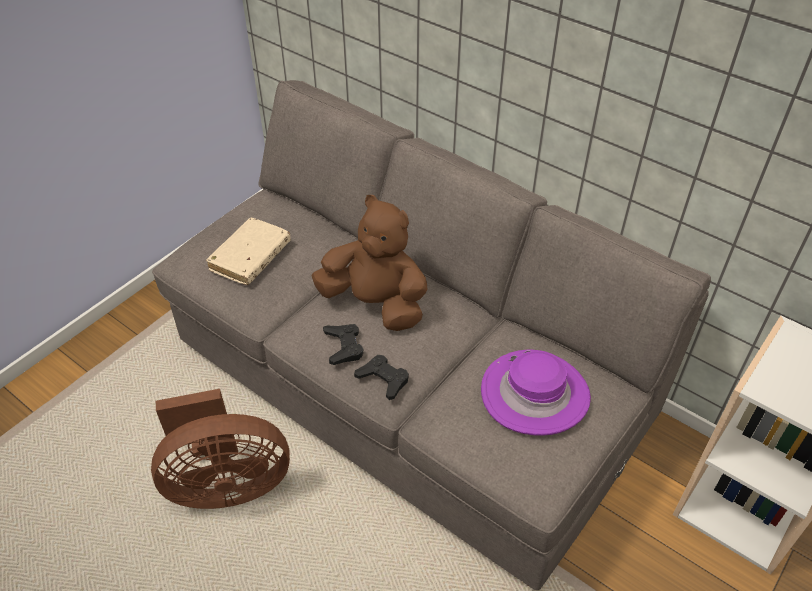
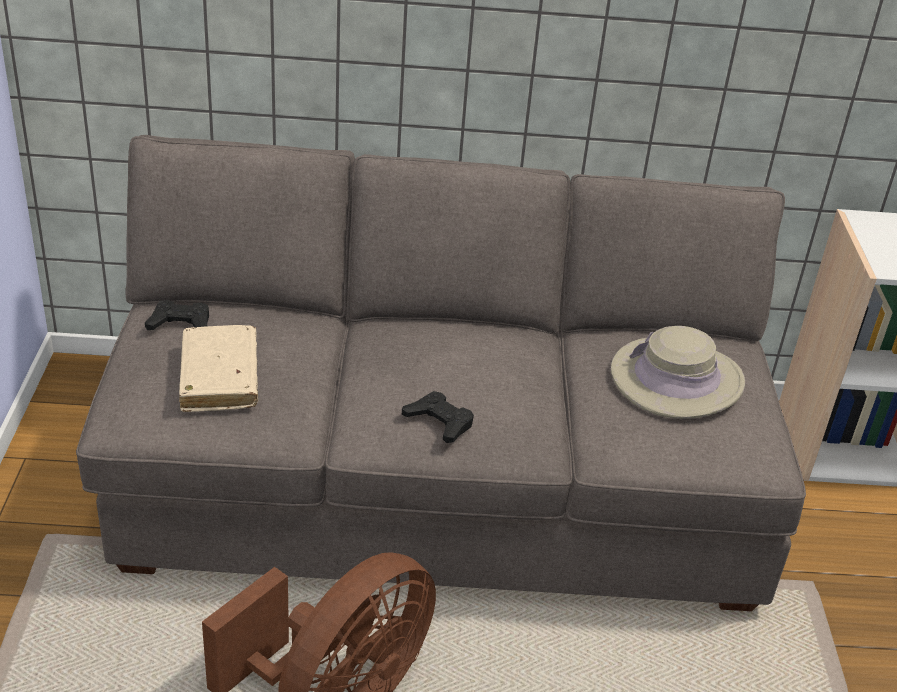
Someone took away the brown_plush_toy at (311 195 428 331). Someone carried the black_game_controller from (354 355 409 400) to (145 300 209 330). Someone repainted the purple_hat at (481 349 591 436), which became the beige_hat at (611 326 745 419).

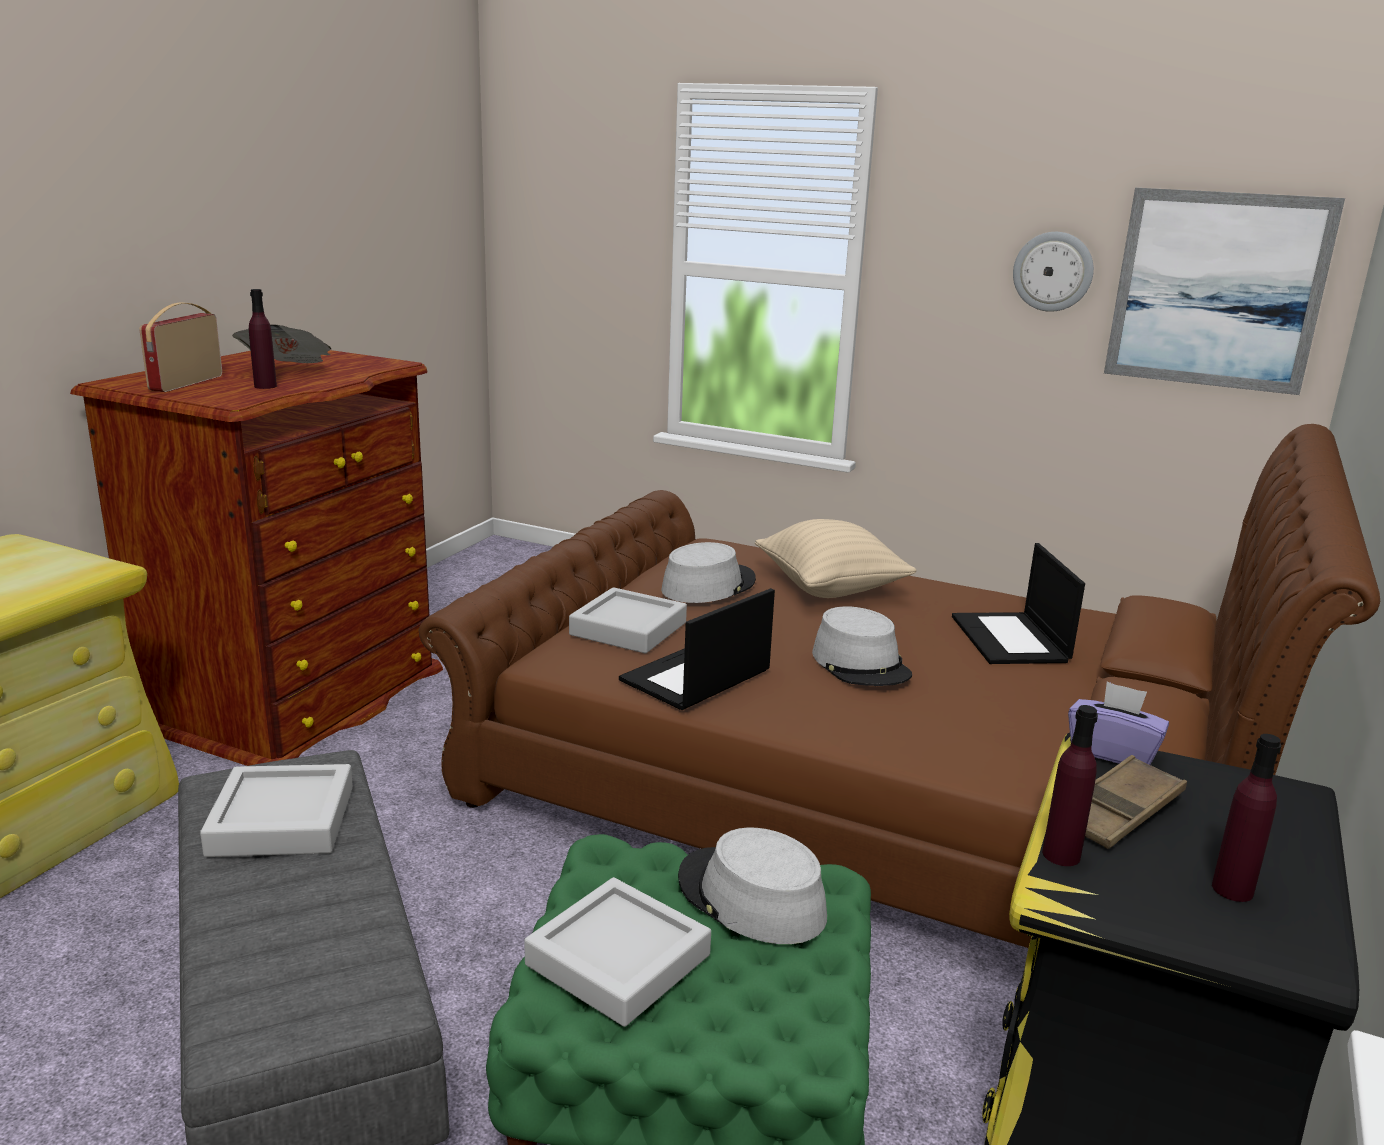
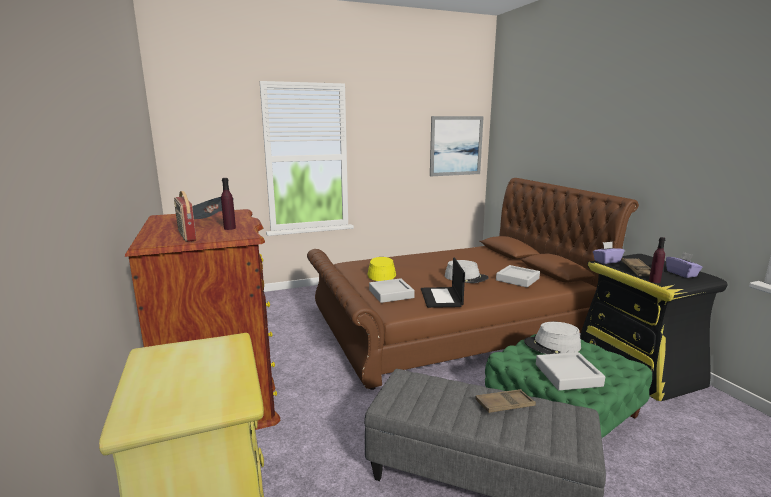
Someone carried the grey_tray from (200 764 353 857) to (496 265 540 287). Someone repainted the grey_hat at (661 542 756 603), which became the yellow_hat at (367 257 396 281). Someone took away the beige_pillow at (755 519 917 598). Someone took away the laptop at (952 543 1085 664). Someone took away the wall_clock at (1013 232 1094 312). Someone swapped the purple_bottle at (1212 734 1281 902) for the purple_tissue_box at (666 252 703 278). Someone put down the brown_tray at (475 389 536 413).

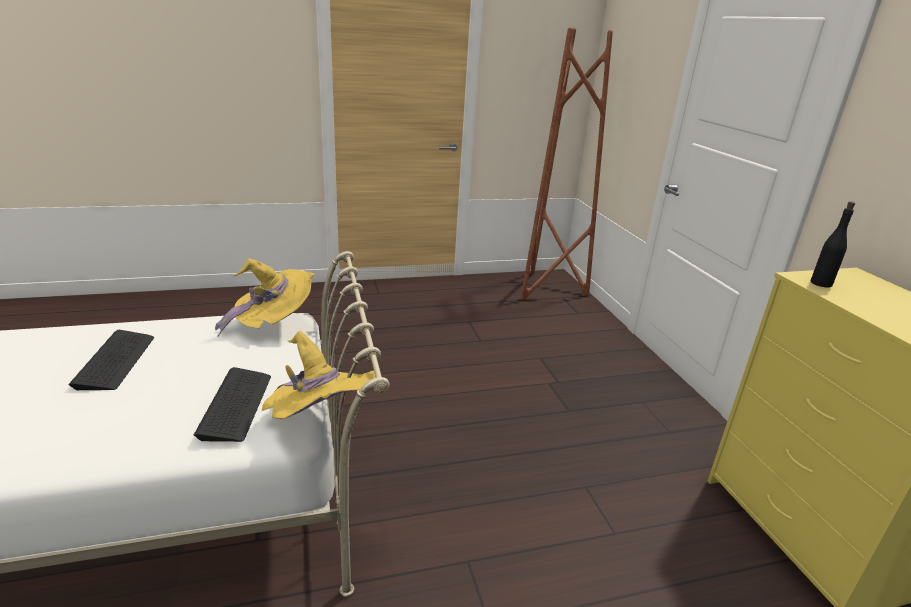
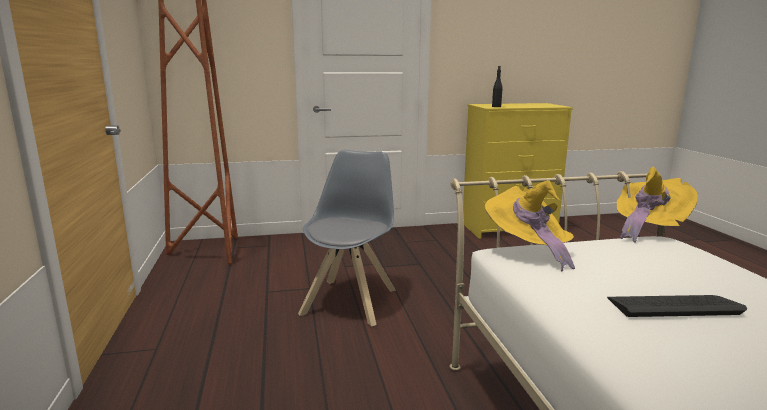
Someone took away the keyboard at (194 367 271 442). Someone put down the grey_chair at (298 150 396 327).

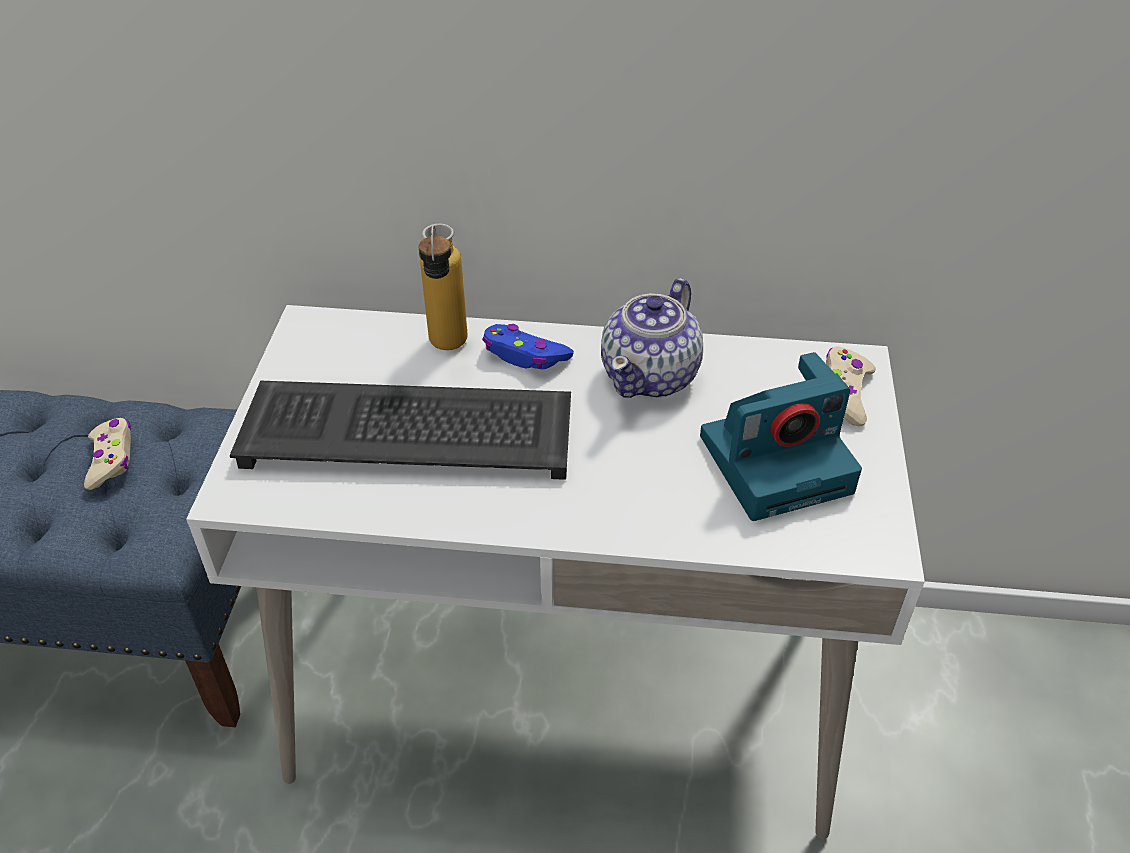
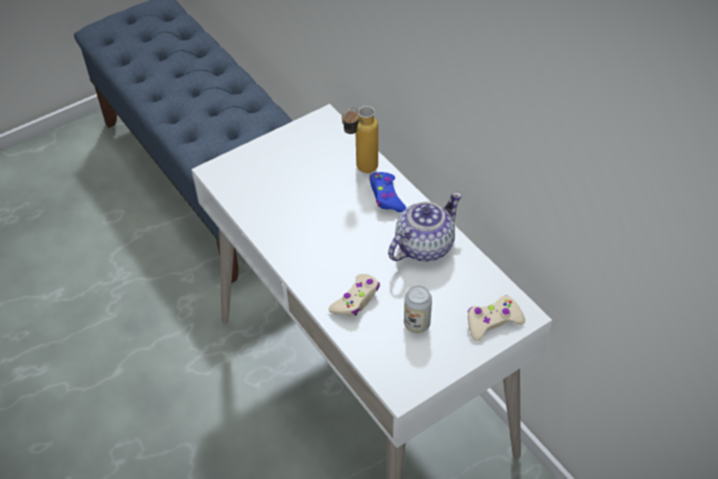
Someone carried the beige_game_controller from (84 418 131 490) to (329 274 380 316). Someone took away the keyboard at (230 381 571 480). Someone rotated the teapot at (601 278 703 398) by 150 degrees clockwise. Someone swapped the photo_camera at (700 352 862 521) for the can at (404 286 432 333).

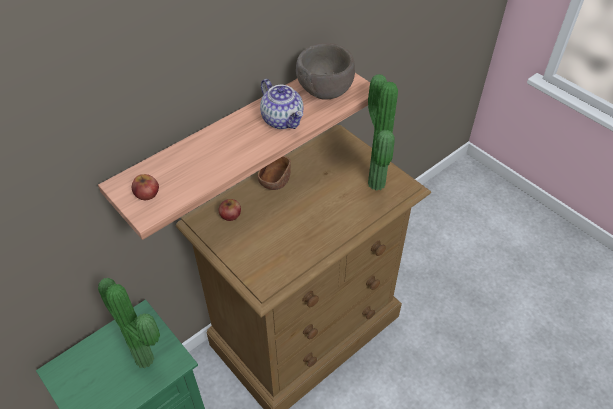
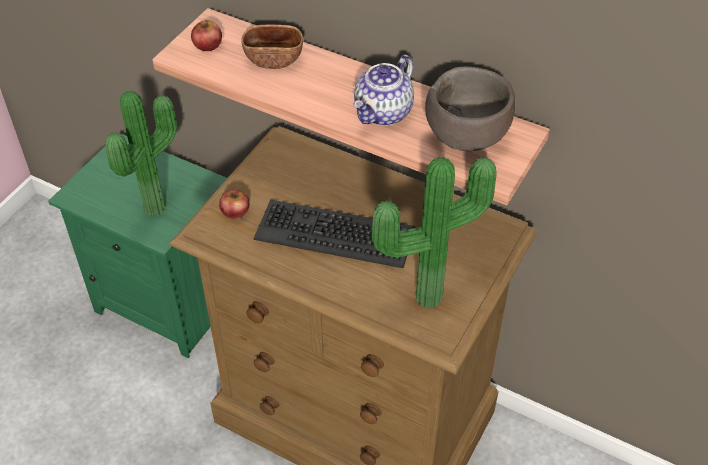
Someone carried the apple from (219 199 241 221) to (219 189 250 219). Someone carried the brown_bowl from (258 156 291 190) to (241 25 303 69). Someone put down the keyboard at (253 199 415 268).

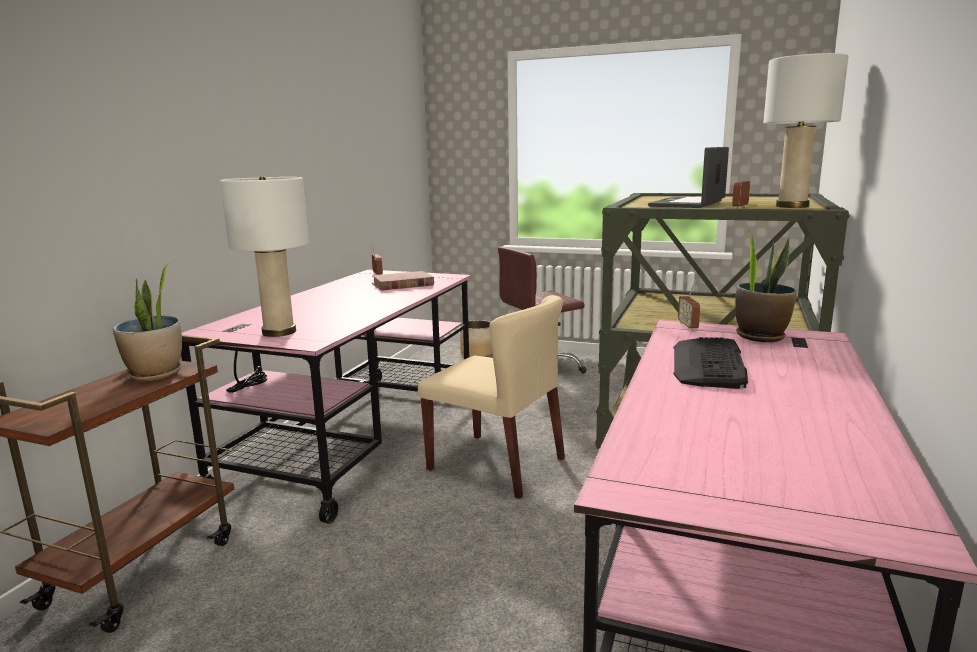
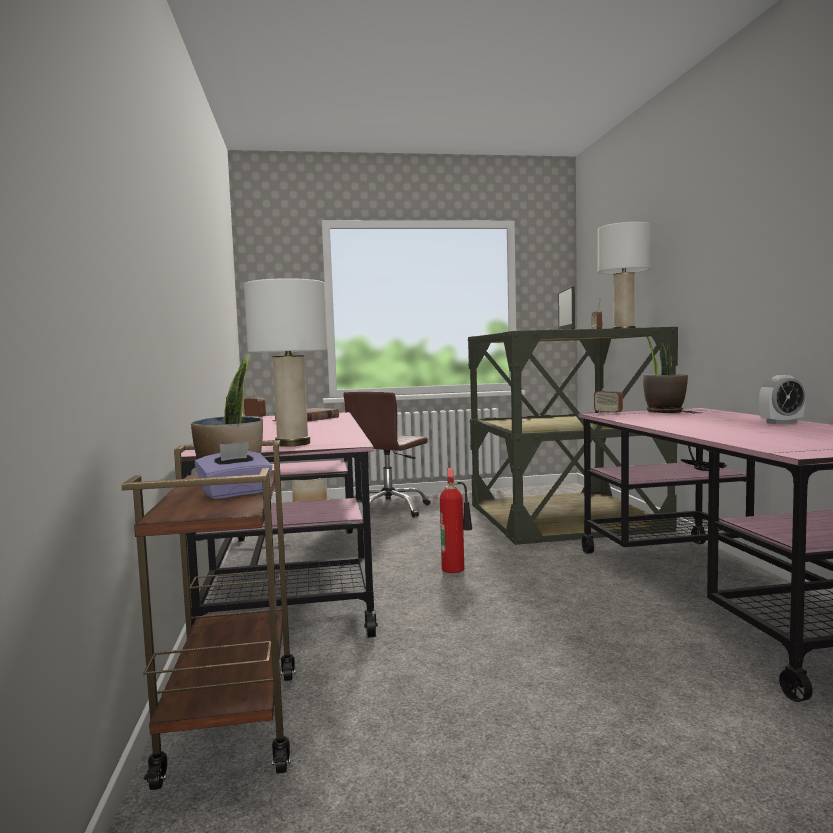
Someone swapped the beige_chair at (418 295 565 499) for the fire_extinguisher at (440 468 472 573). Someone took away the keyboard at (673 337 748 389). Someone put down the purple_tissue_box at (195 442 272 499). Someone put down the alarm_clock at (759 375 806 424).

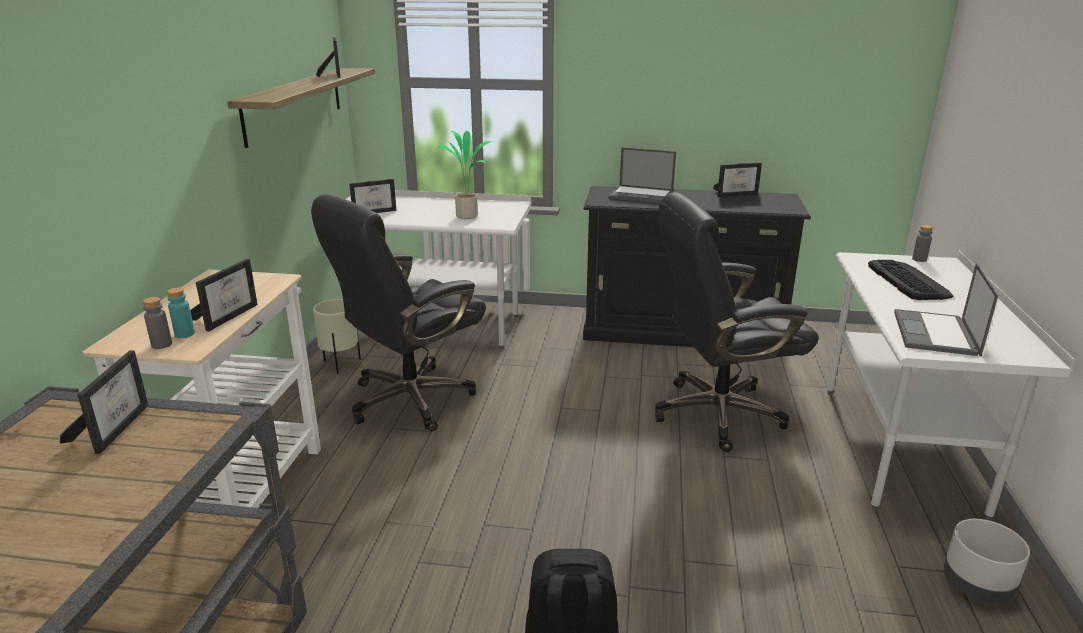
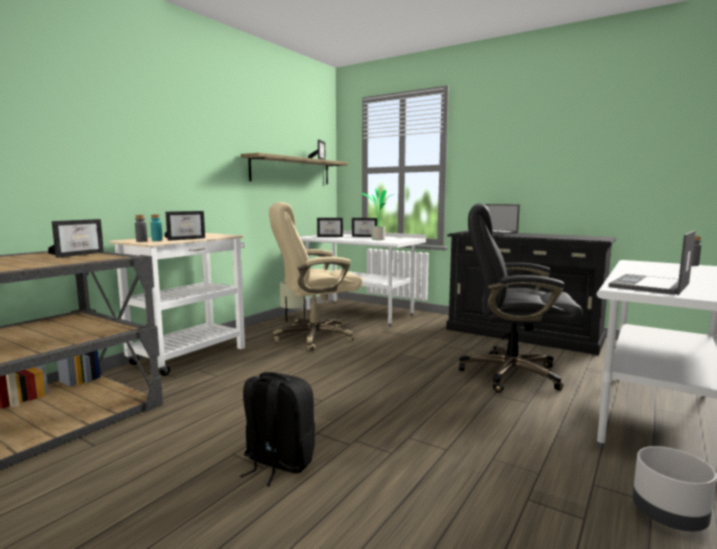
Someone repainted the black_office_chair at (311 194 486 431), which became the beige_office_chair at (269 202 363 351). Someone carried the picture_frame from (713 162 762 197) to (352 218 377 237). Someone took away the keyboard at (868 260 954 300).

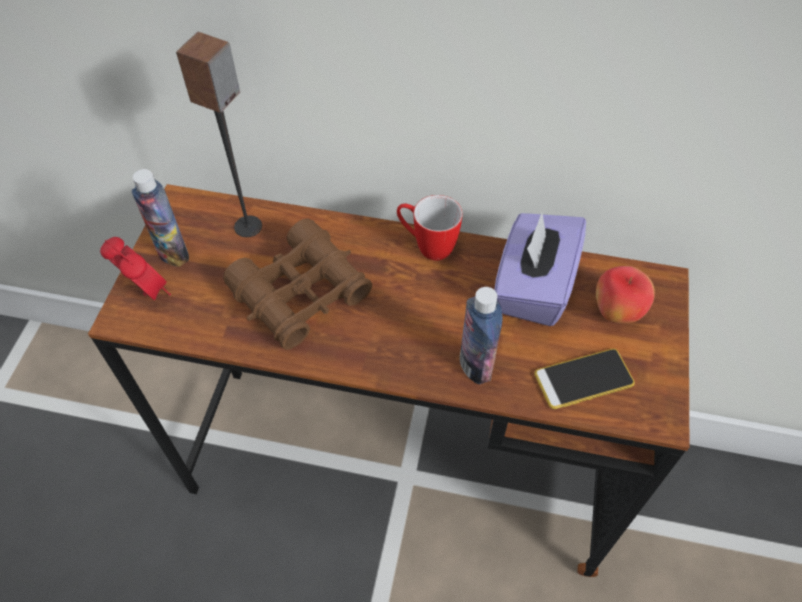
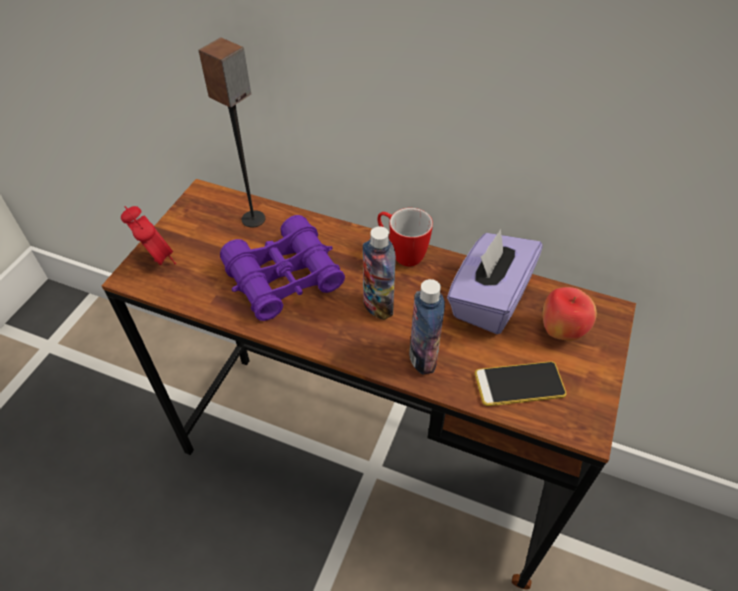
Someone carried the bottle from (132 169 189 267) to (363 226 396 320). Someone repainted the brown_binoculars at (223 218 372 350), which became the purple_binoculars at (220 215 345 321).

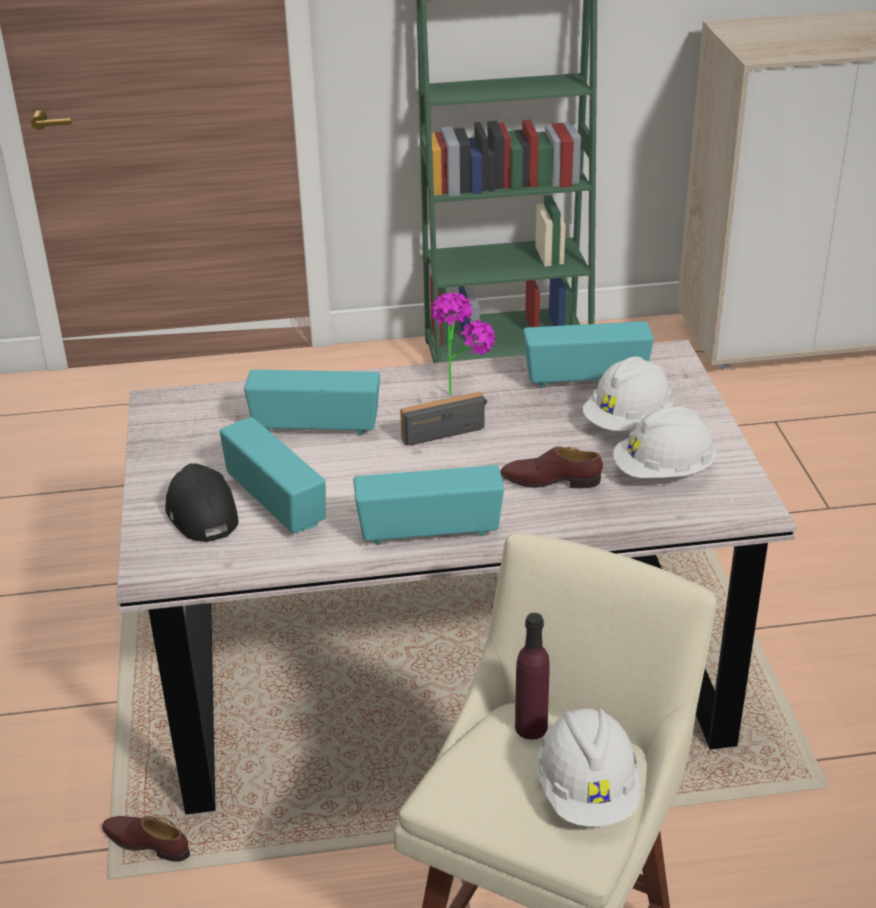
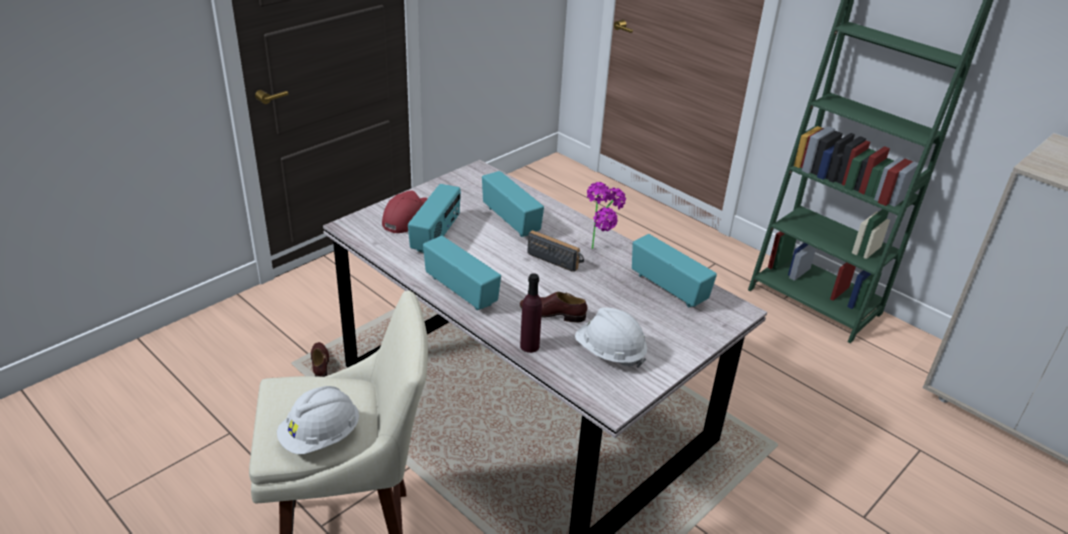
Someone repainted the black_cap at (165 463 239 542), which became the red_cap at (382 191 427 233). Someone rotated the brown_shoe at (500 446 603 488) by 45 degrees counterclockwise. Someone carried the purple_bottle from (515 613 550 740) to (520 273 542 353). Someone took away the white_hard_hat at (583 357 673 431).

